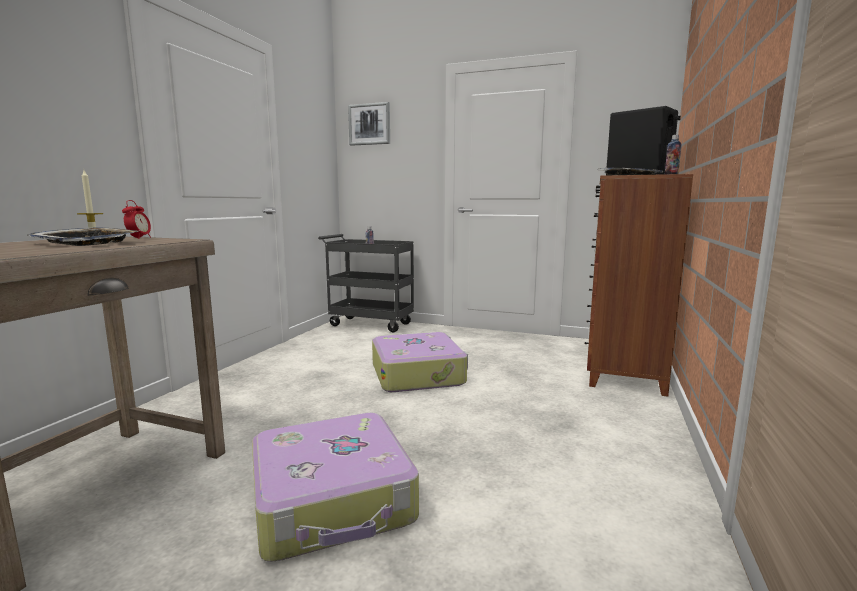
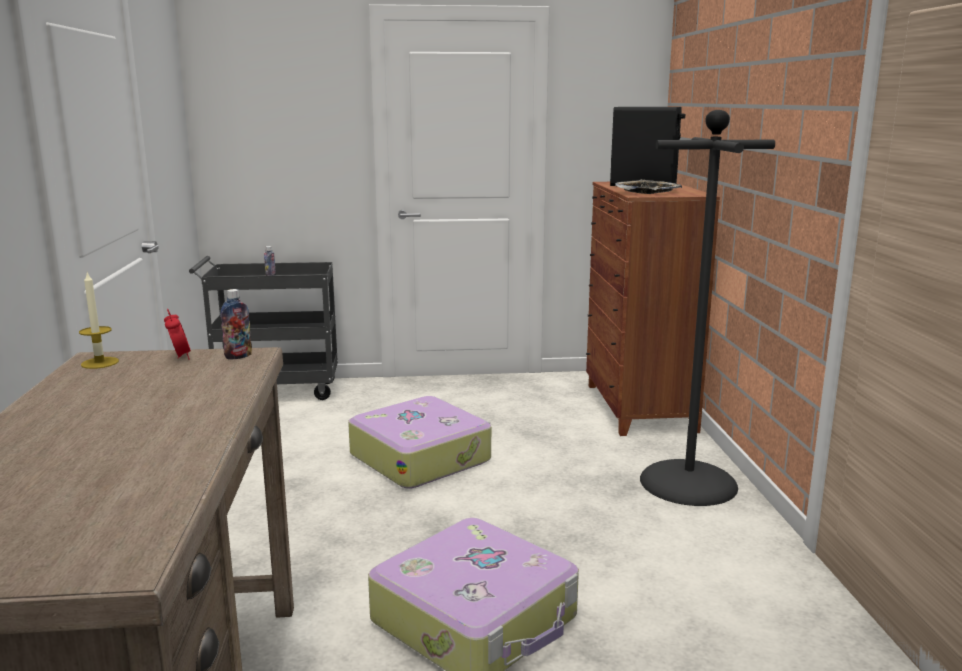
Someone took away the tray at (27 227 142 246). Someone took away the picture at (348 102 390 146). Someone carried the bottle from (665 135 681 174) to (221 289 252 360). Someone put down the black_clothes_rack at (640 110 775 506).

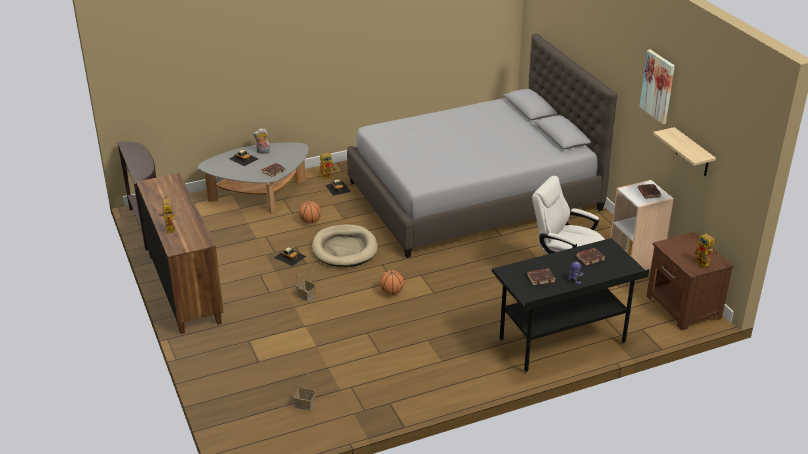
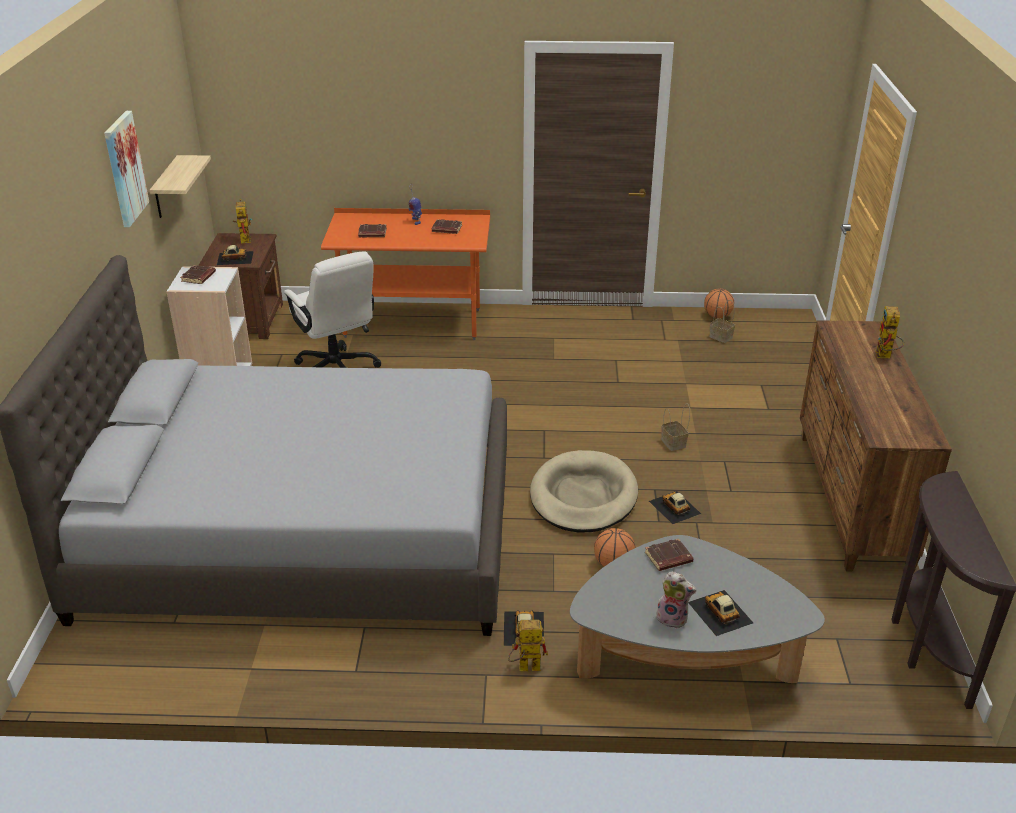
Someone carried the basketball from (380 270 404 295) to (704 288 734 318). Someone repainted the black_desk at (492 238 649 373), which became the orange_desk at (321 208 490 340). Someone put down the toy_car at (217 245 254 265).

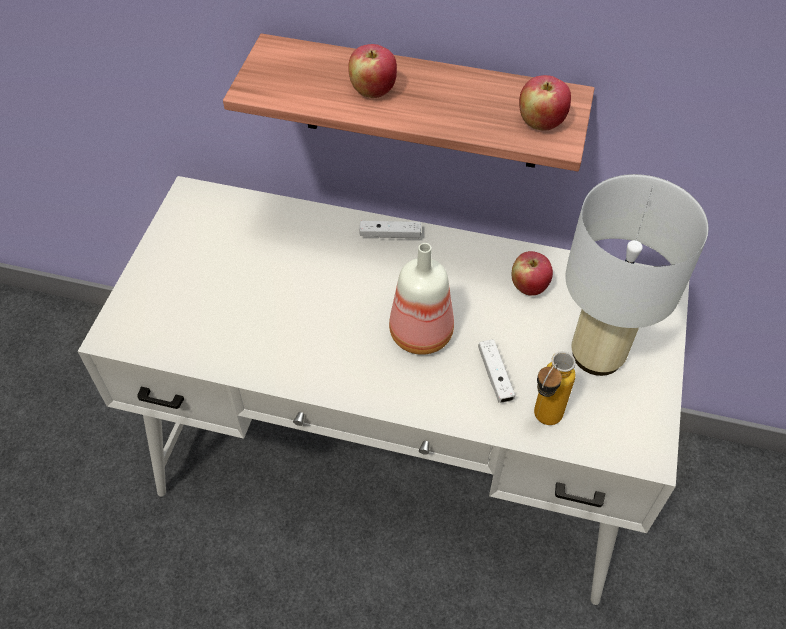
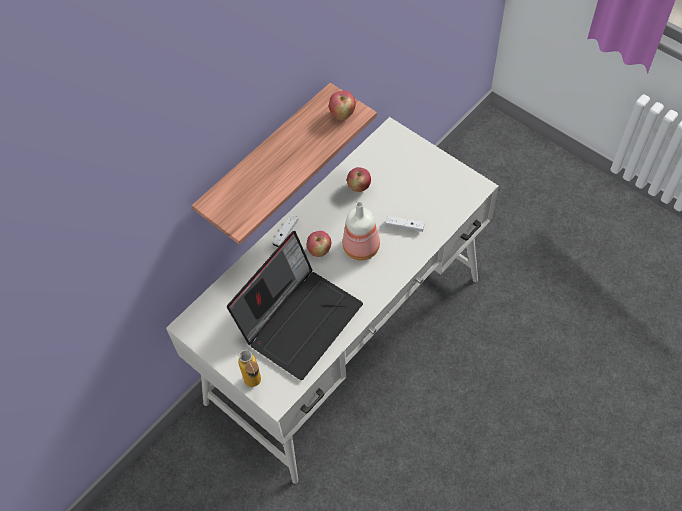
Someone carried the apple from (348 44 397 98) to (307 231 331 257). Someone carried the bottle from (534 351 576 425) to (238 350 261 387). Someone took away the white_table_lamp at (565 174 709 376). Someone put down the laptop at (227 231 363 380).

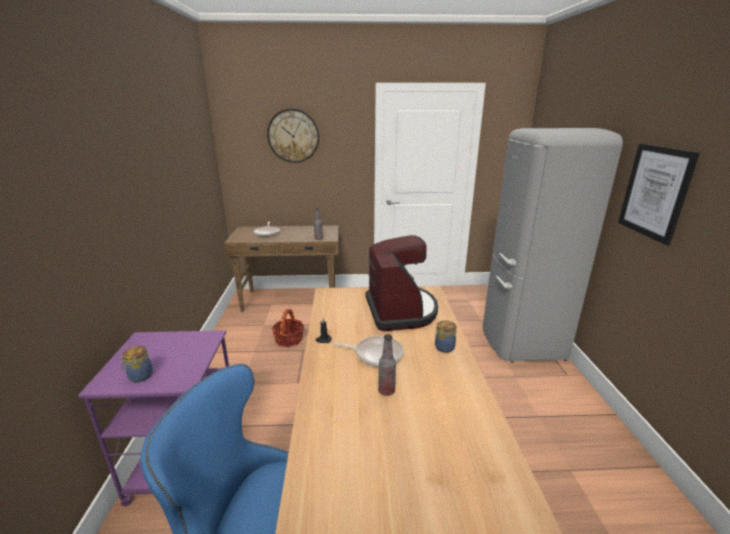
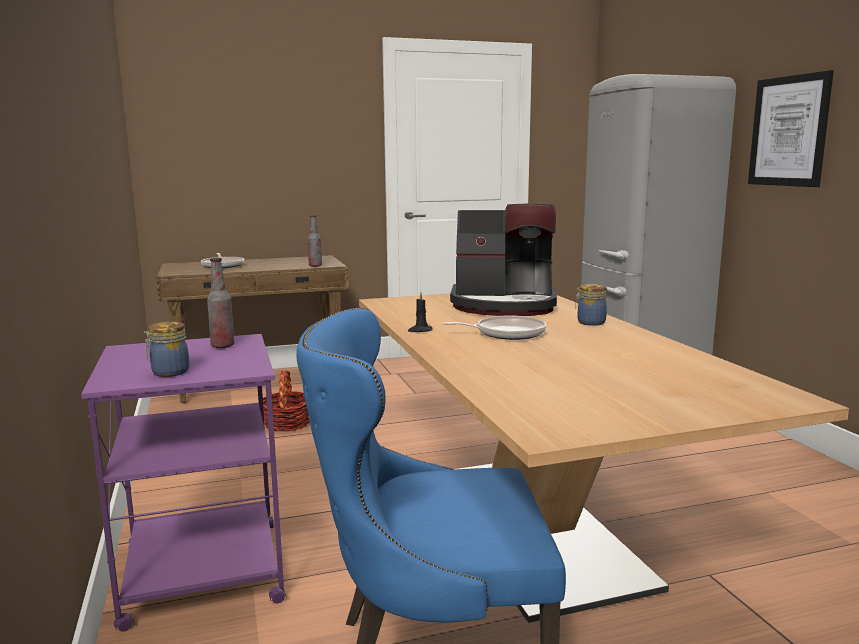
Someone took away the wall_clock at (267 109 319 163). Someone rotated the coffee_machine at (366 235 438 331) by 120 degrees clockwise. Someone carried the bottle from (378 334 396 396) to (207 258 235 348).

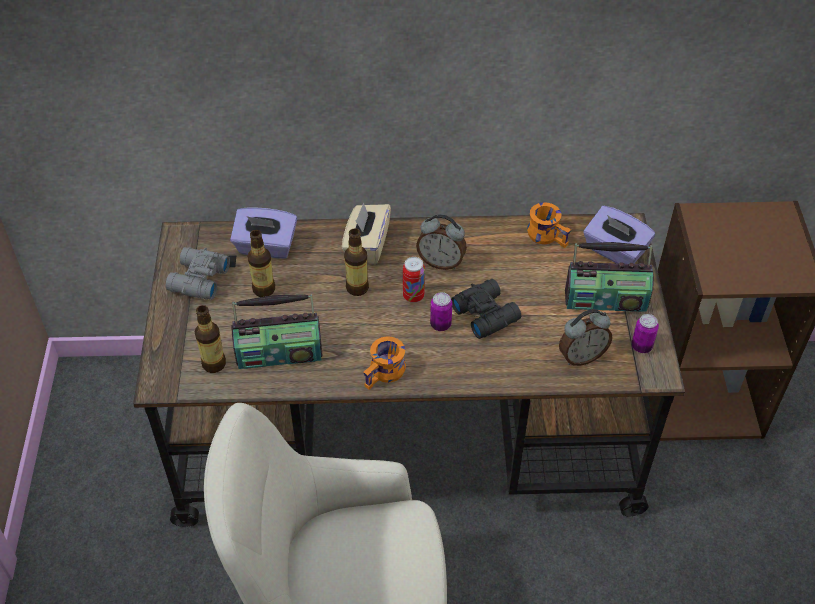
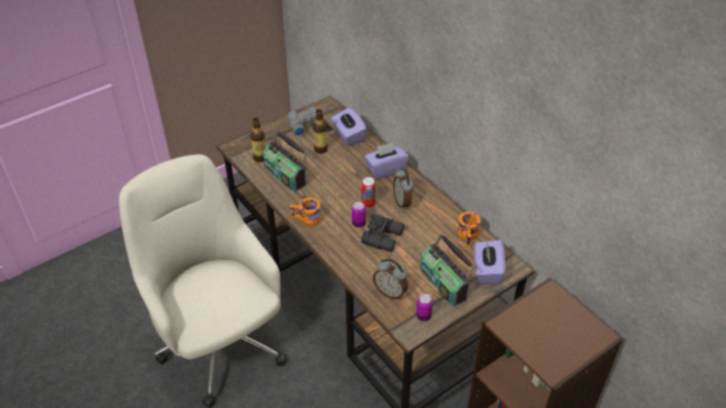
Someone repainted the beige_tissue_box at (342 202 391 264), which became the purple_tissue_box at (364 143 409 179). Someone took away the bottle at (344 228 369 296).

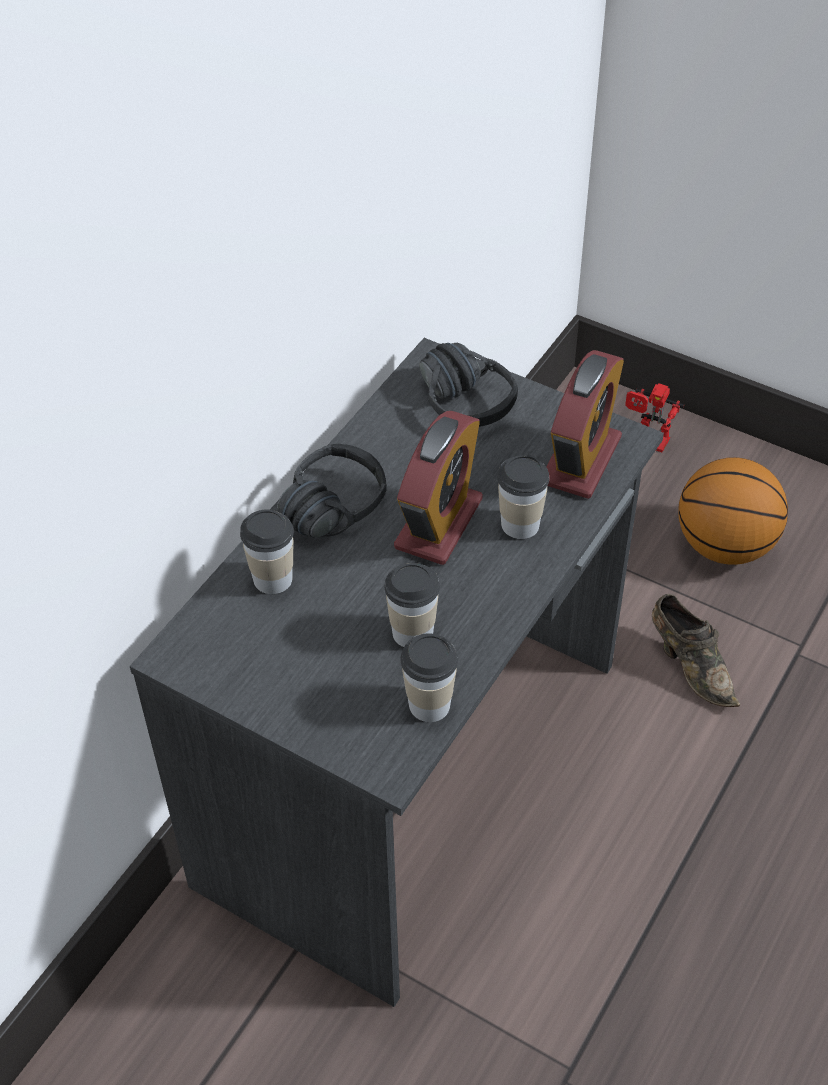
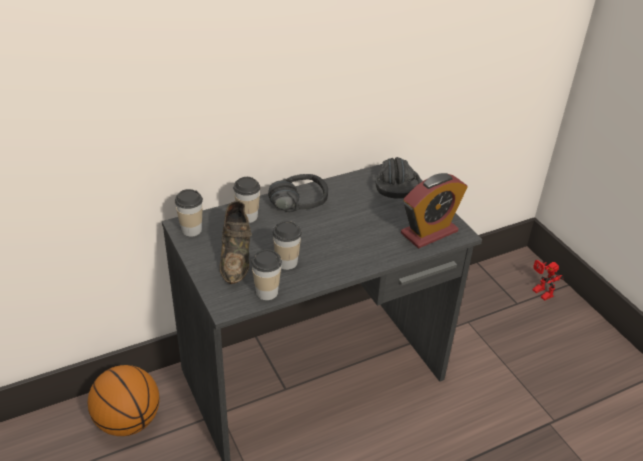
Someone took away the alarm_clock at (394 411 483 565). Someone carried the cup from (497 455 549 539) to (175 189 203 237). Someone carried the brown_shoe from (652 594 740 707) to (220 201 252 284). Someone carried the basketball from (679 457 788 565) to (88 365 160 436).

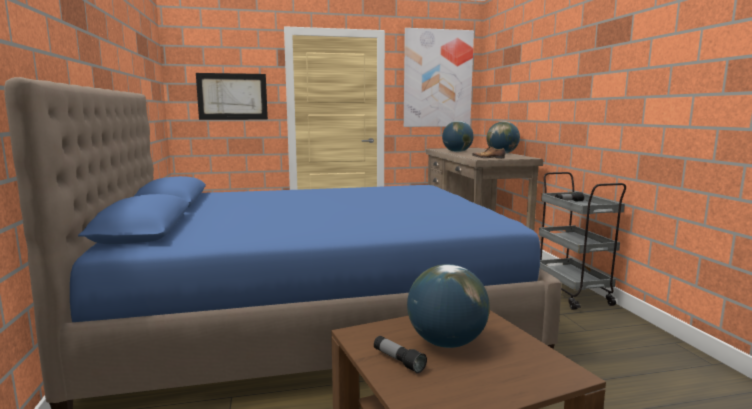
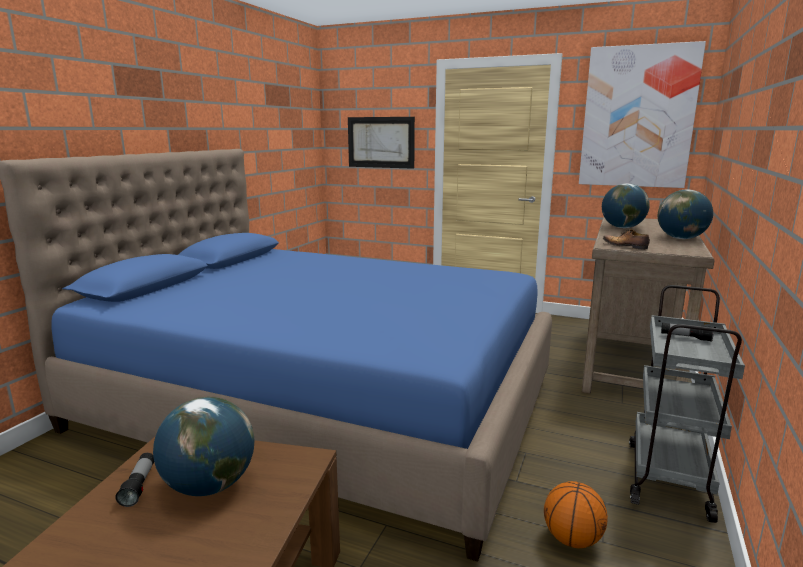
Someone put down the basketball at (544 481 608 548).

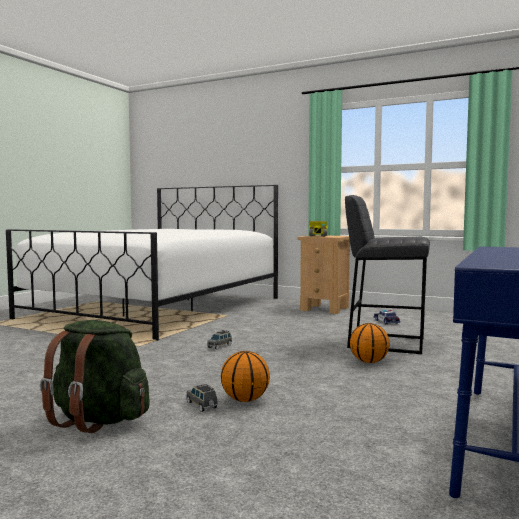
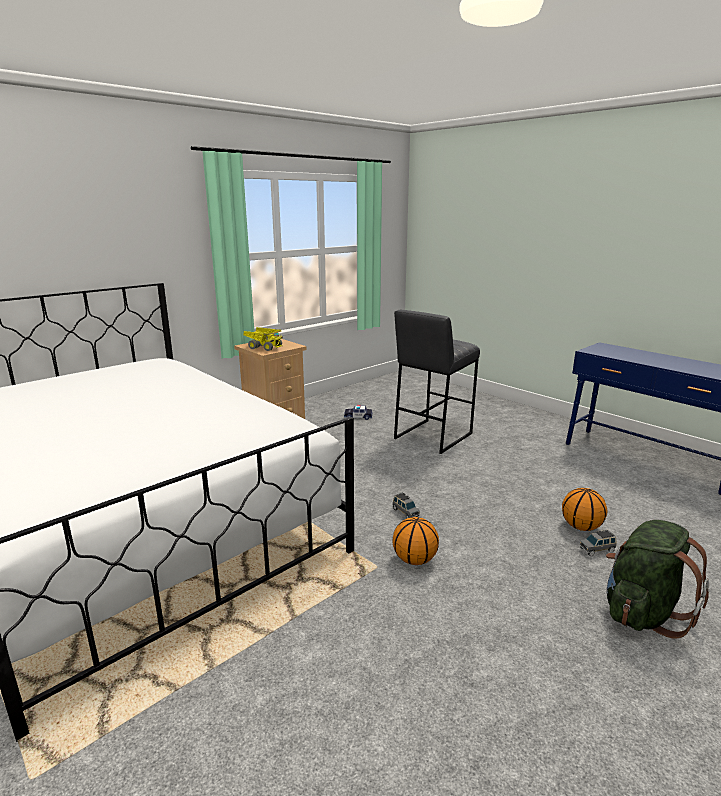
Someone carried the basketball from (350 323 389 363) to (392 517 439 565).

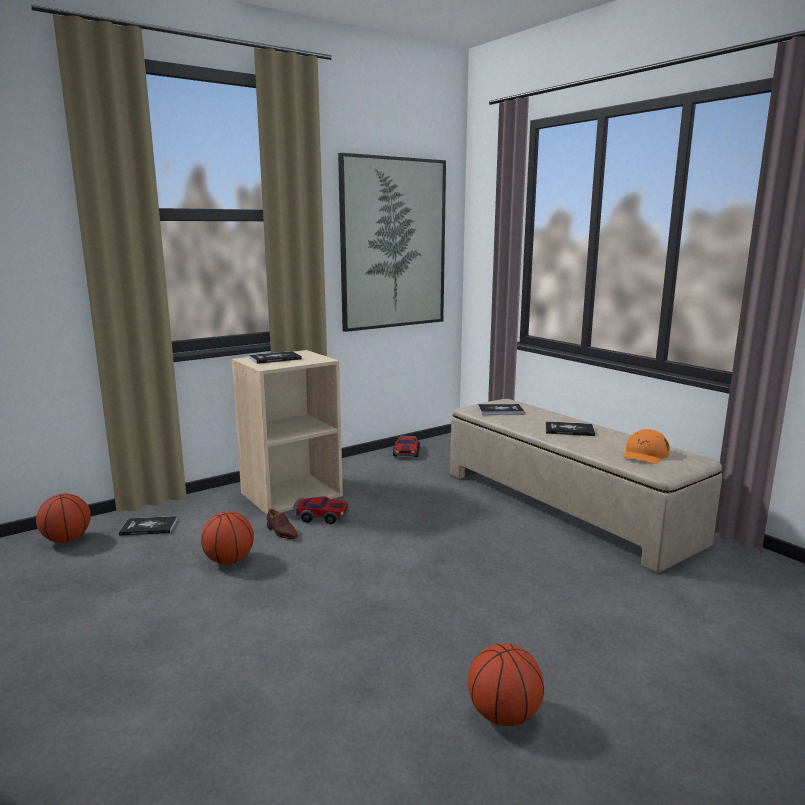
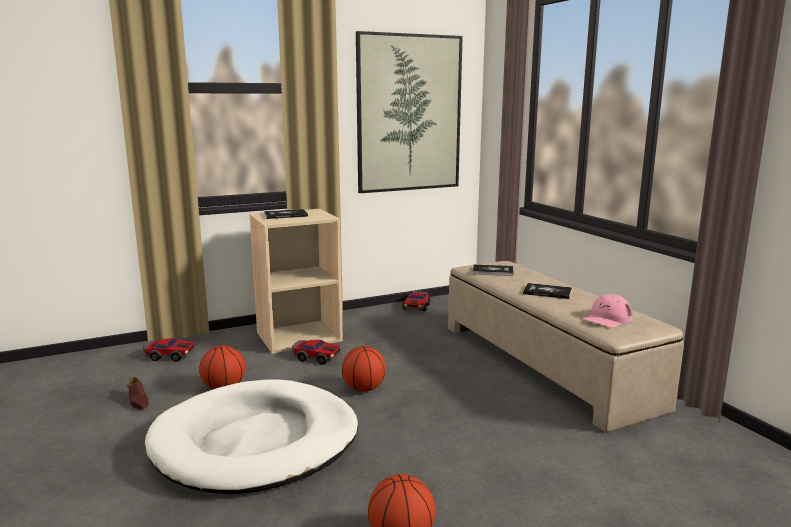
Someone carried the basketball from (36 493 91 543) to (342 346 386 392). Someone swapped the book at (119 516 177 536) for the toy_car at (143 338 195 362). Someone carried the brown_shoe from (267 509 298 539) to (127 377 148 410). Someone repainted the orange_cap at (622 429 670 464), which became the pink_cap at (583 294 632 328). Someone put down the white_dog_bed at (145 380 358 495).

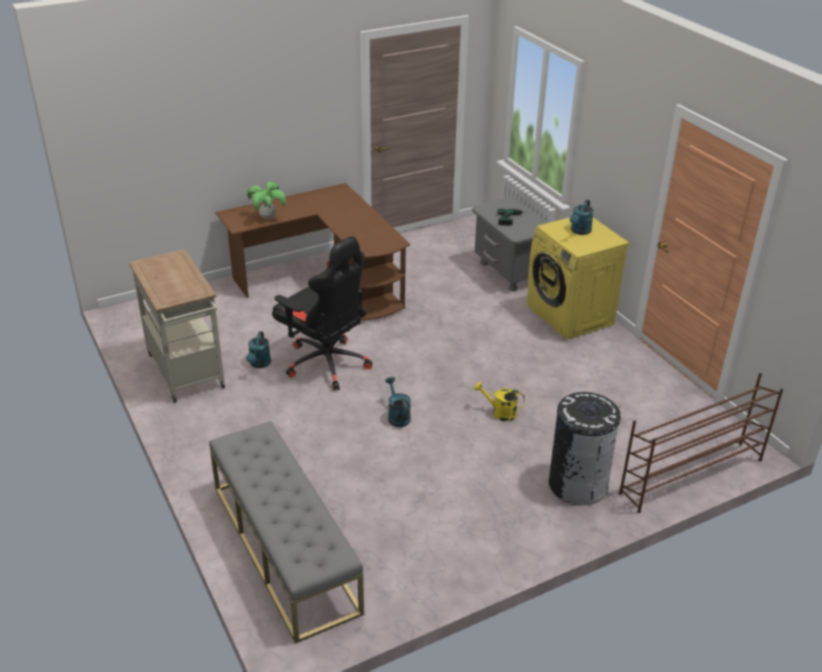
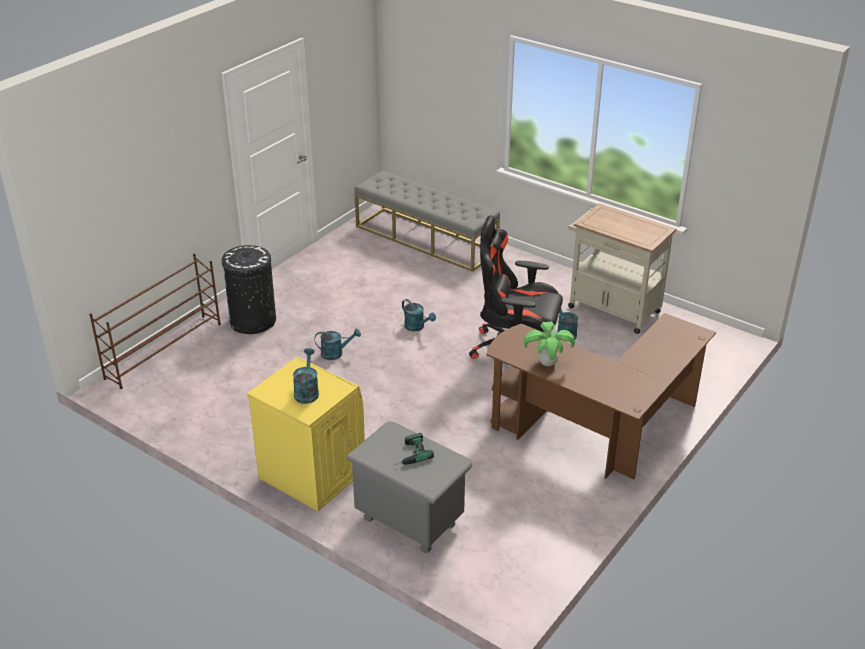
Someone carried the potted_plant from (247 182 286 220) to (523 321 575 366). Someone repainted the yellow_watering_can at (474 382 525 421), which became the turquoise_watering_can at (315 328 361 360).

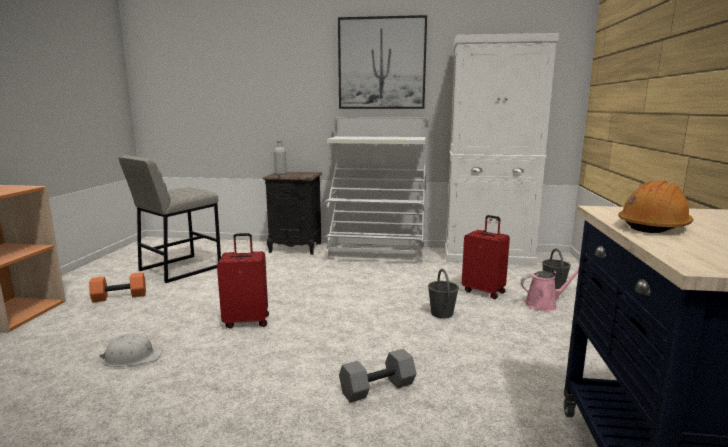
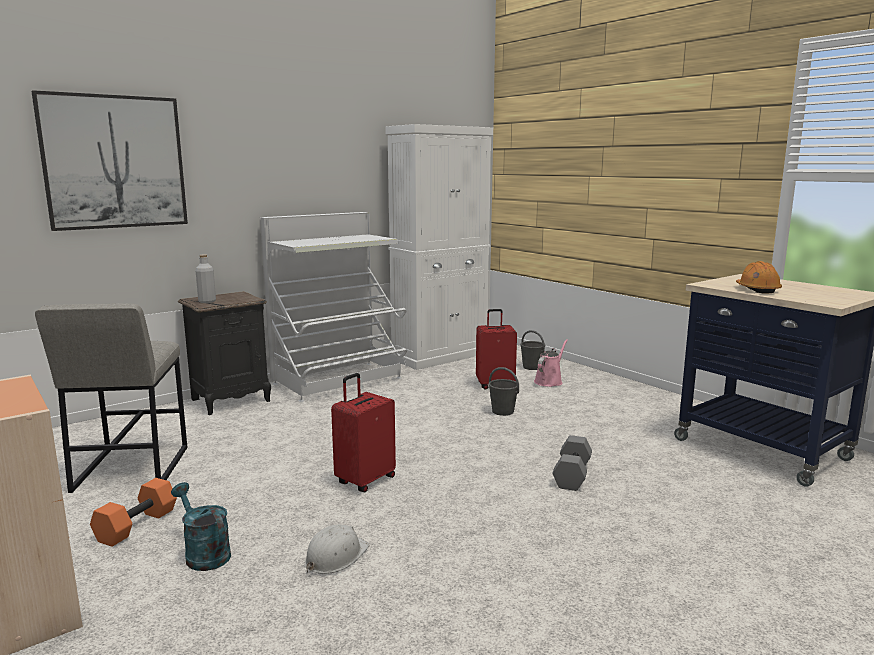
Someone carried the picture from (338 15 427 109) to (31 90 188 231). Someone put down the turquoise_watering_can at (171 482 231 571).

